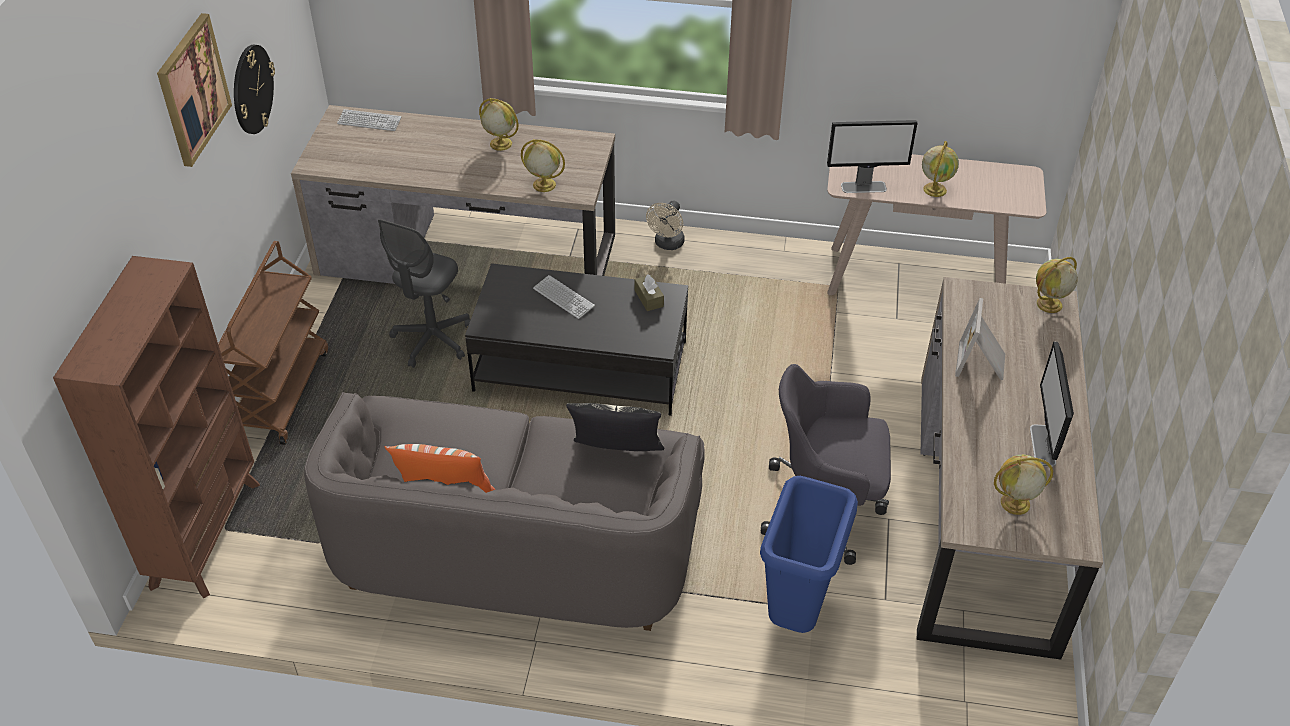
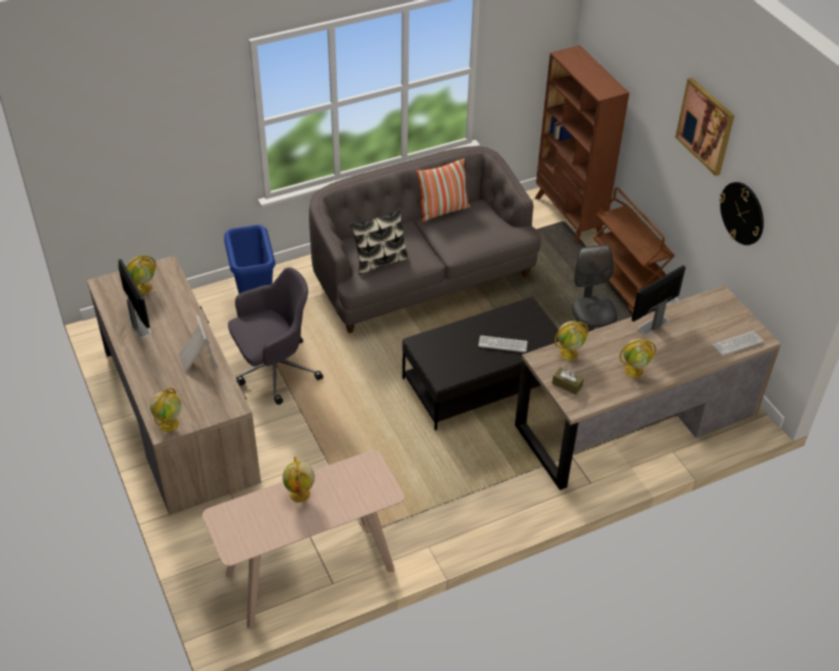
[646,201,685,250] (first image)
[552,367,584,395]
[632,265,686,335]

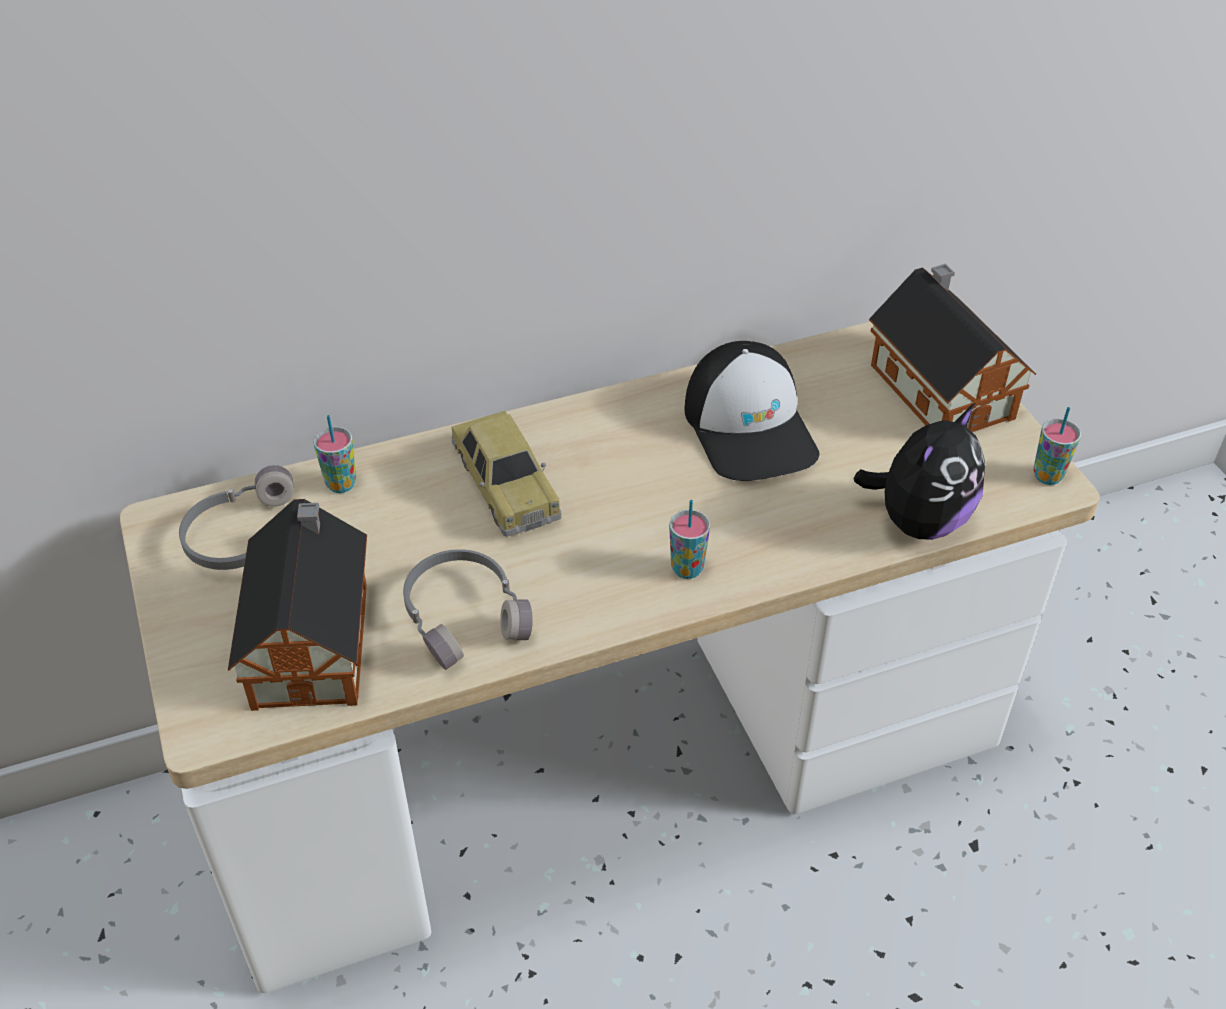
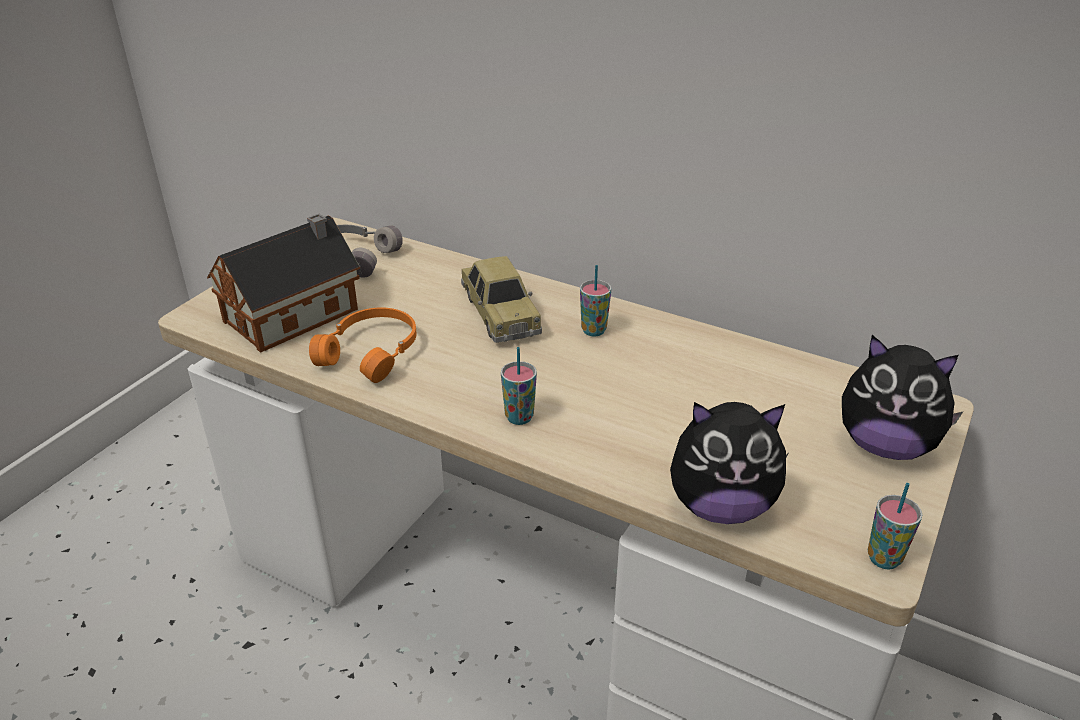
[684,341,820,481] (first image)
[580,265,611,336]
[842,335,963,460]
[309,308,417,383]
[461,256,542,343]

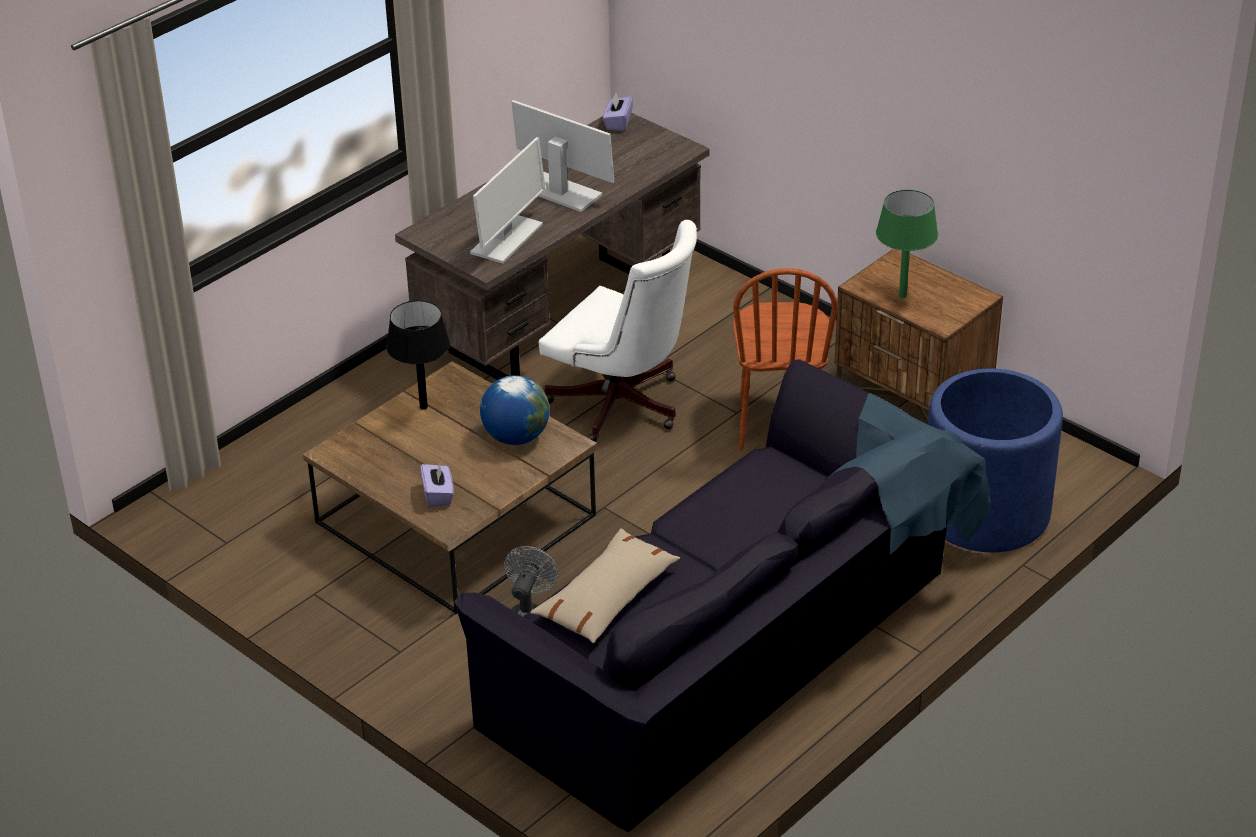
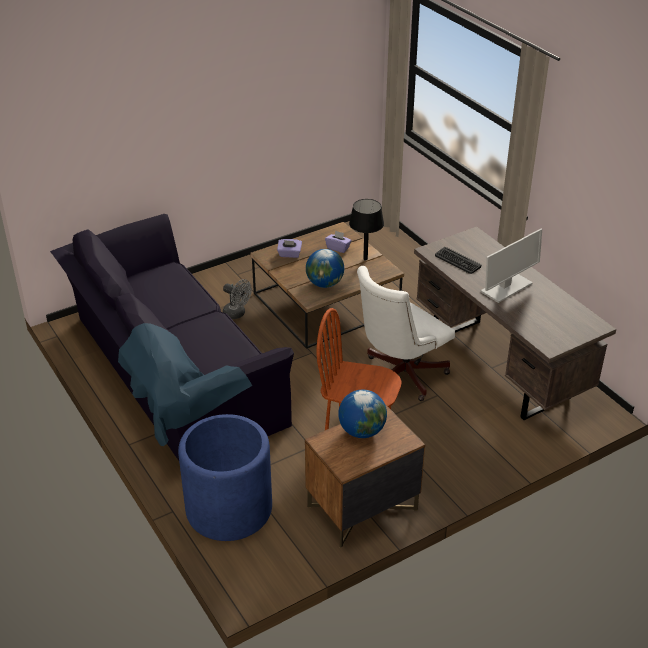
[530,528,680,643] (first image)
[325,230,352,253]
[435,247,481,274]
[338,390,387,438]

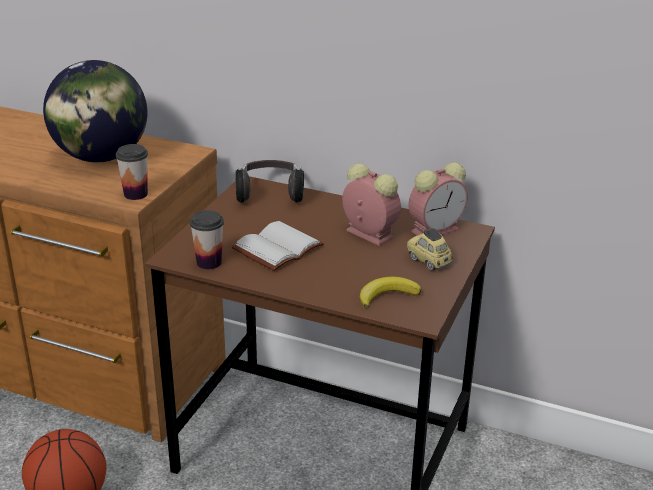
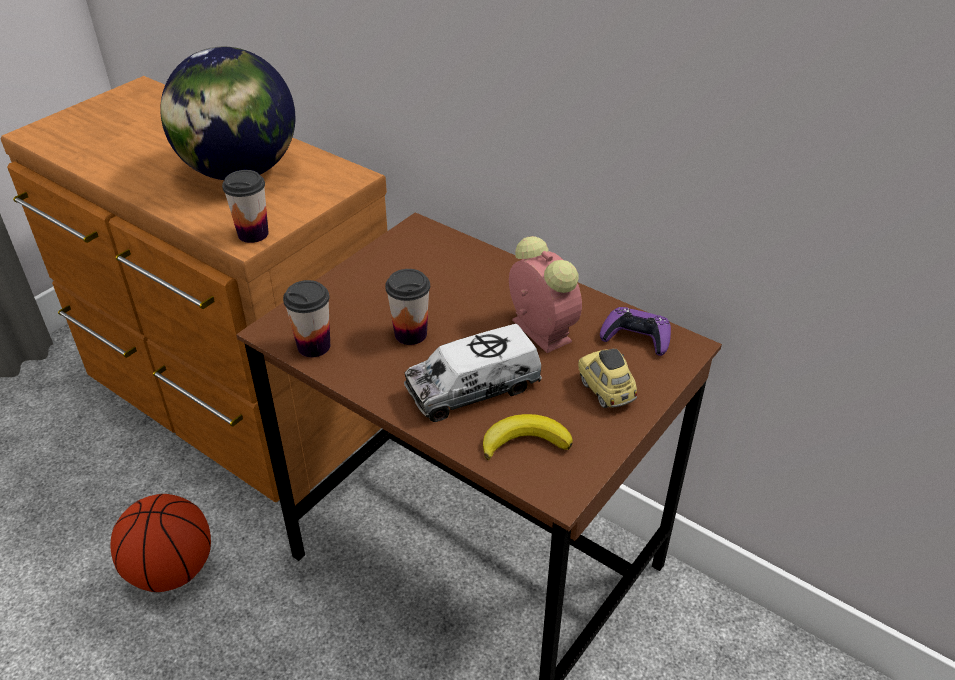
[235,160,304,202] (first image)
[404,324,542,422]
[385,269,430,345]
[600,307,671,356]

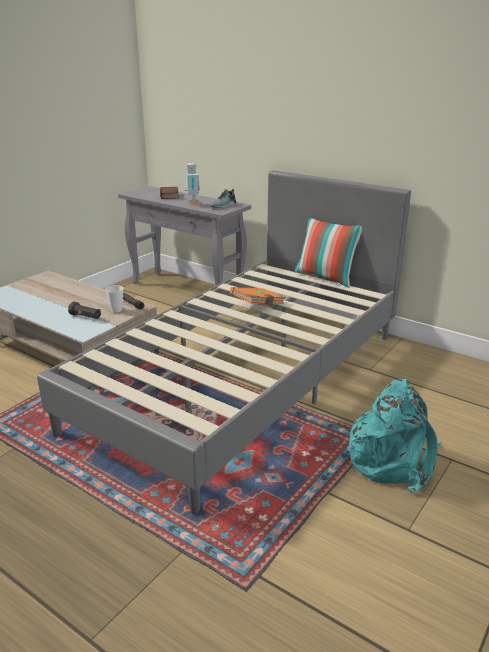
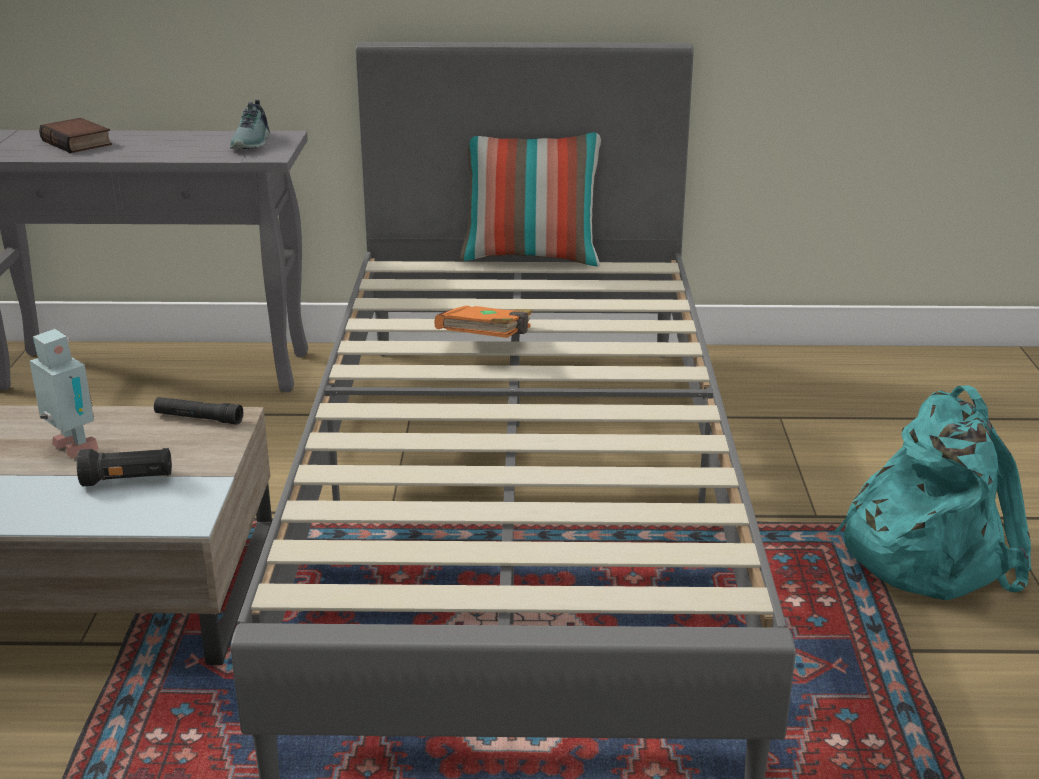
[105,285,123,313] (first image)
[29,329,99,458]

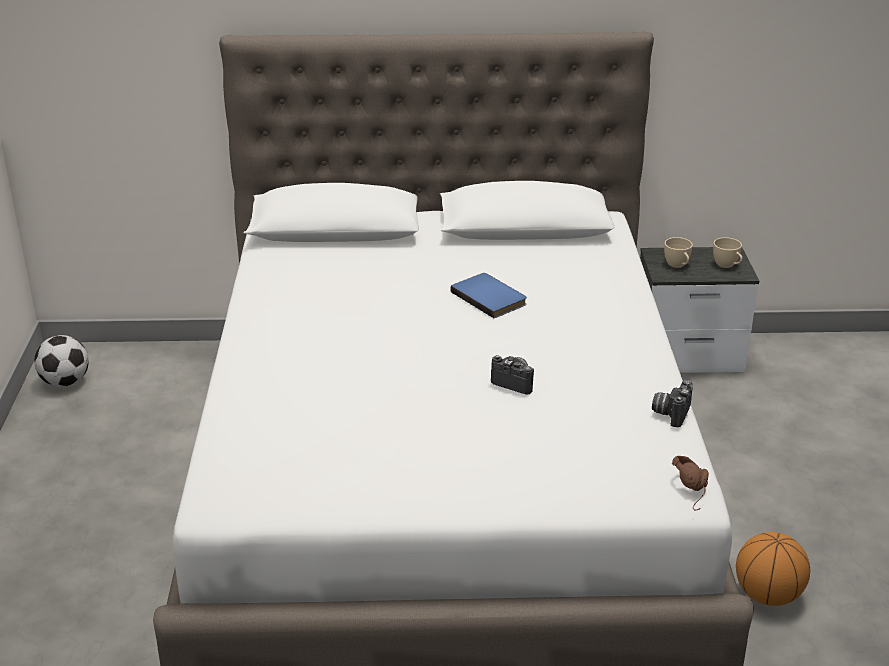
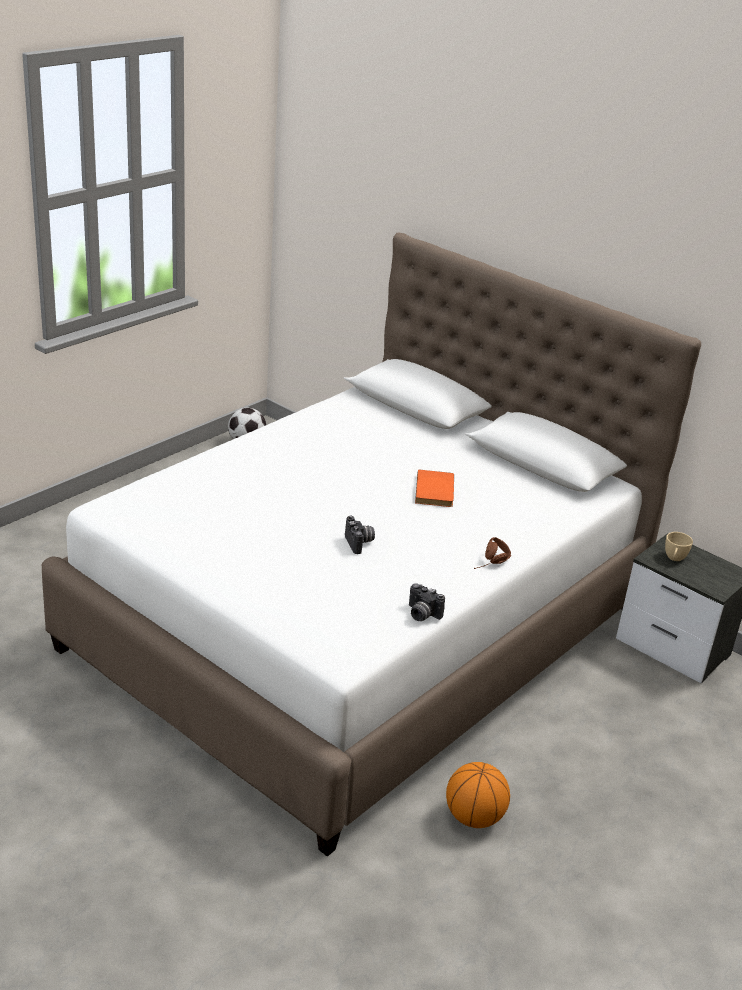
[713,237,742,268] (first image)
[474,537,511,569]
[415,470,454,507]
[409,583,445,621]

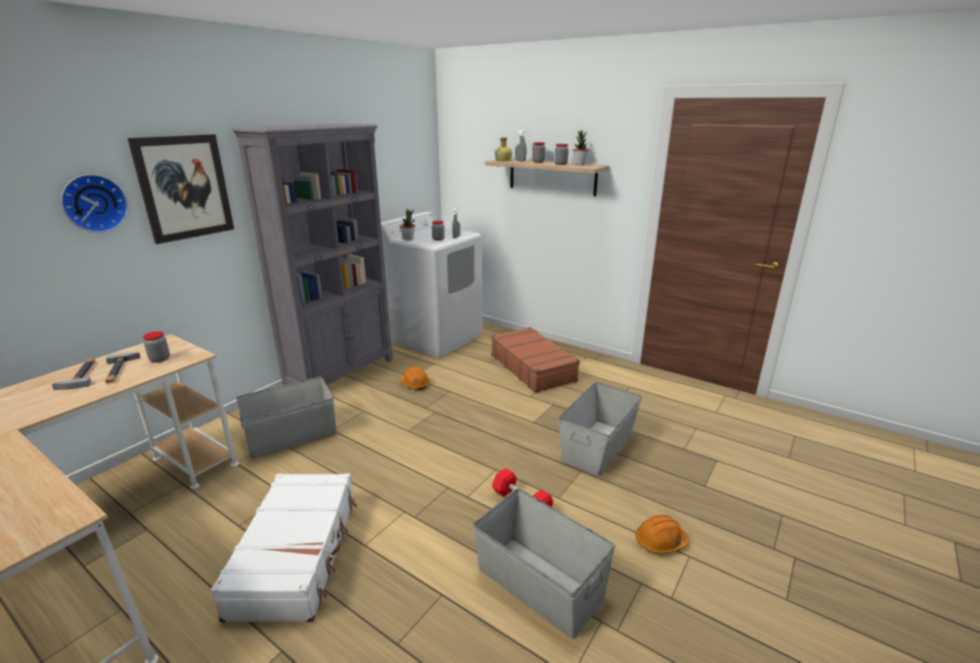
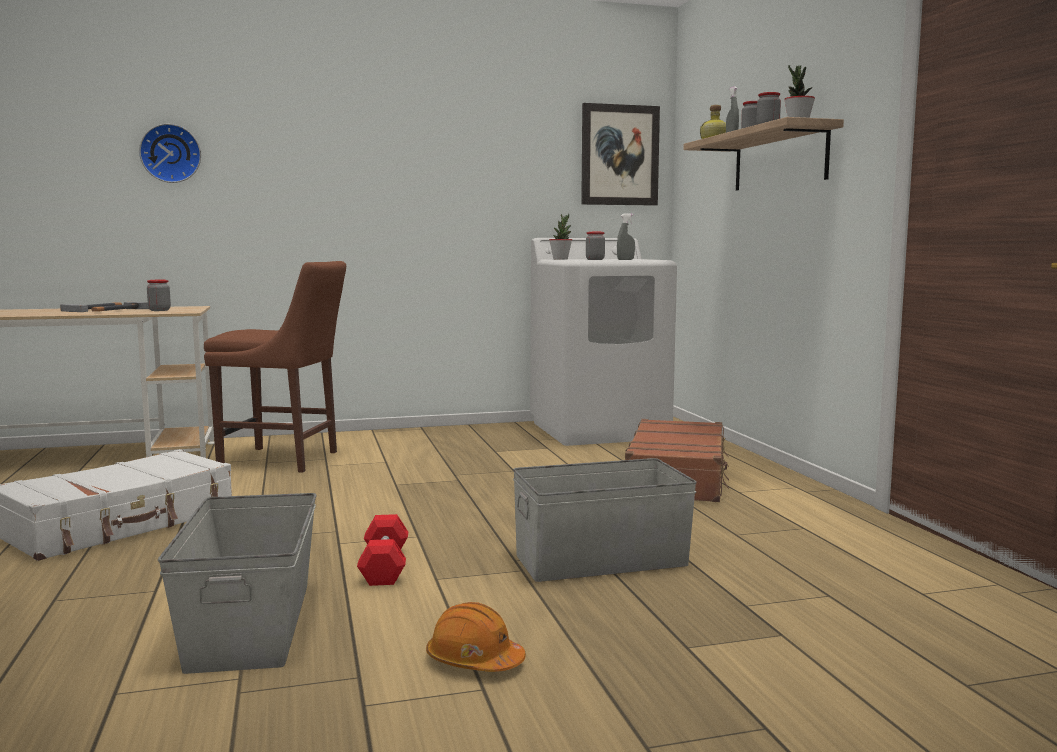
[232,123,393,385] (first image)
[400,366,430,390] (first image)
[581,103,660,206]
[204,261,346,473]

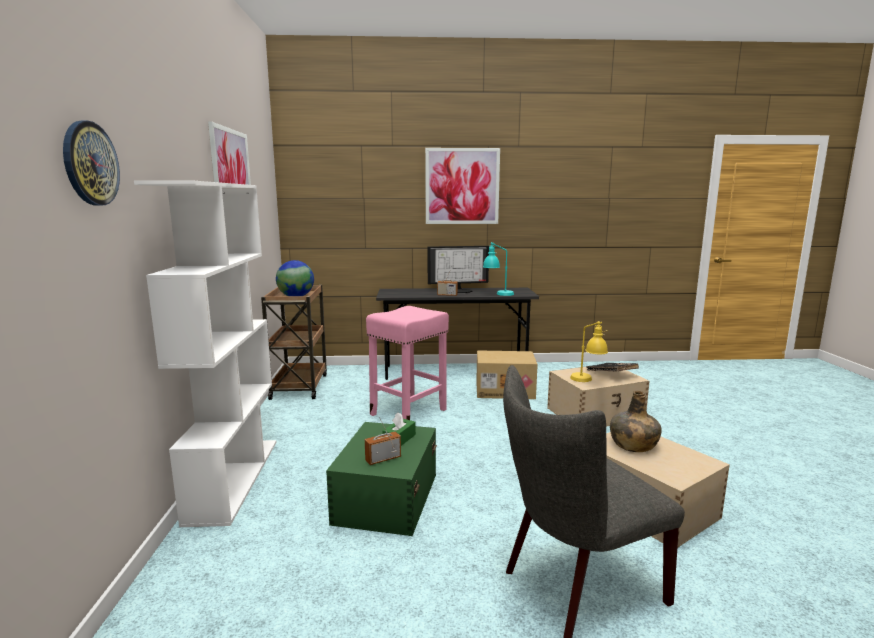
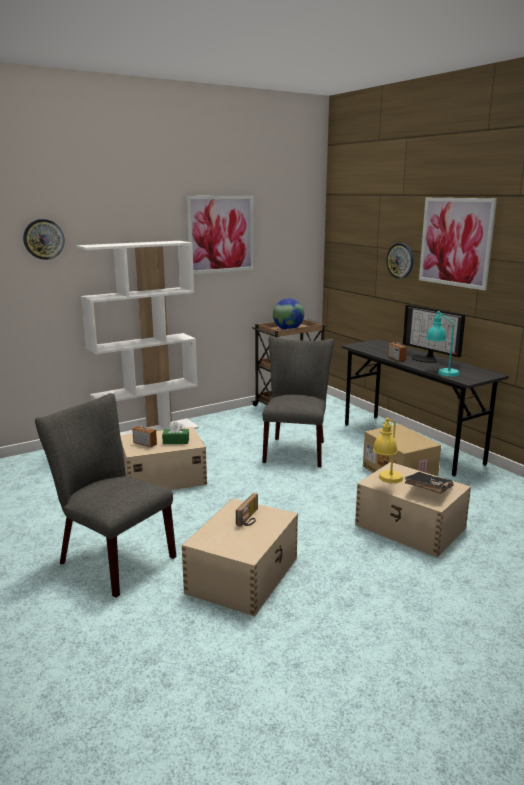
[386,243,413,279]
[262,336,334,467]
[236,493,258,527]
[120,427,207,490]

